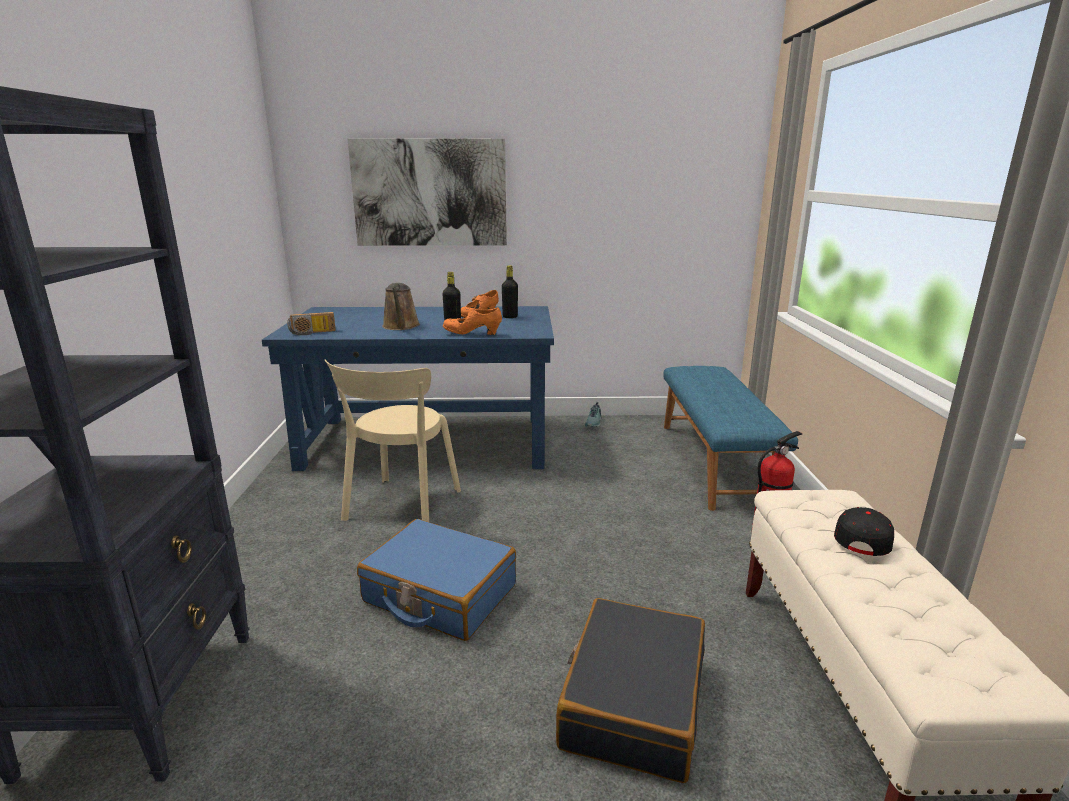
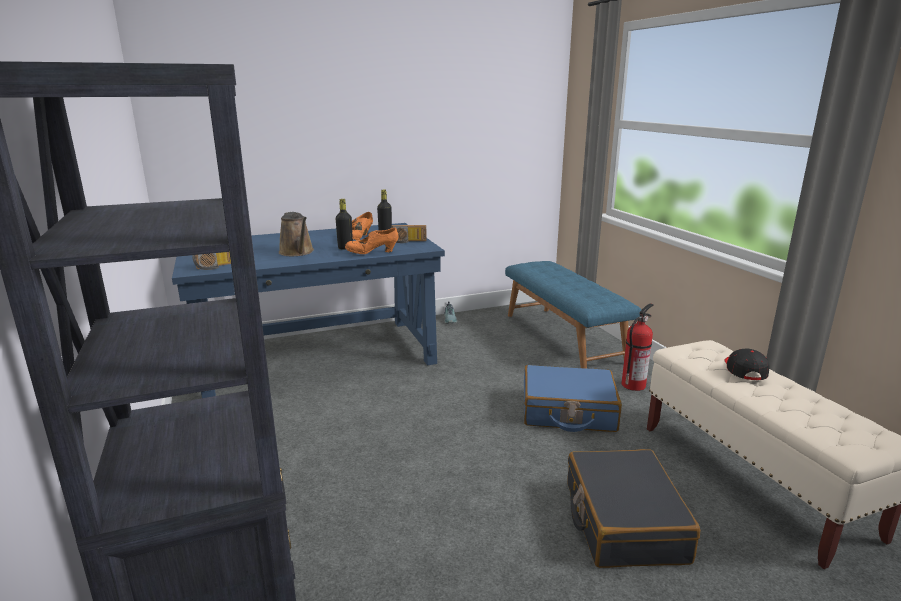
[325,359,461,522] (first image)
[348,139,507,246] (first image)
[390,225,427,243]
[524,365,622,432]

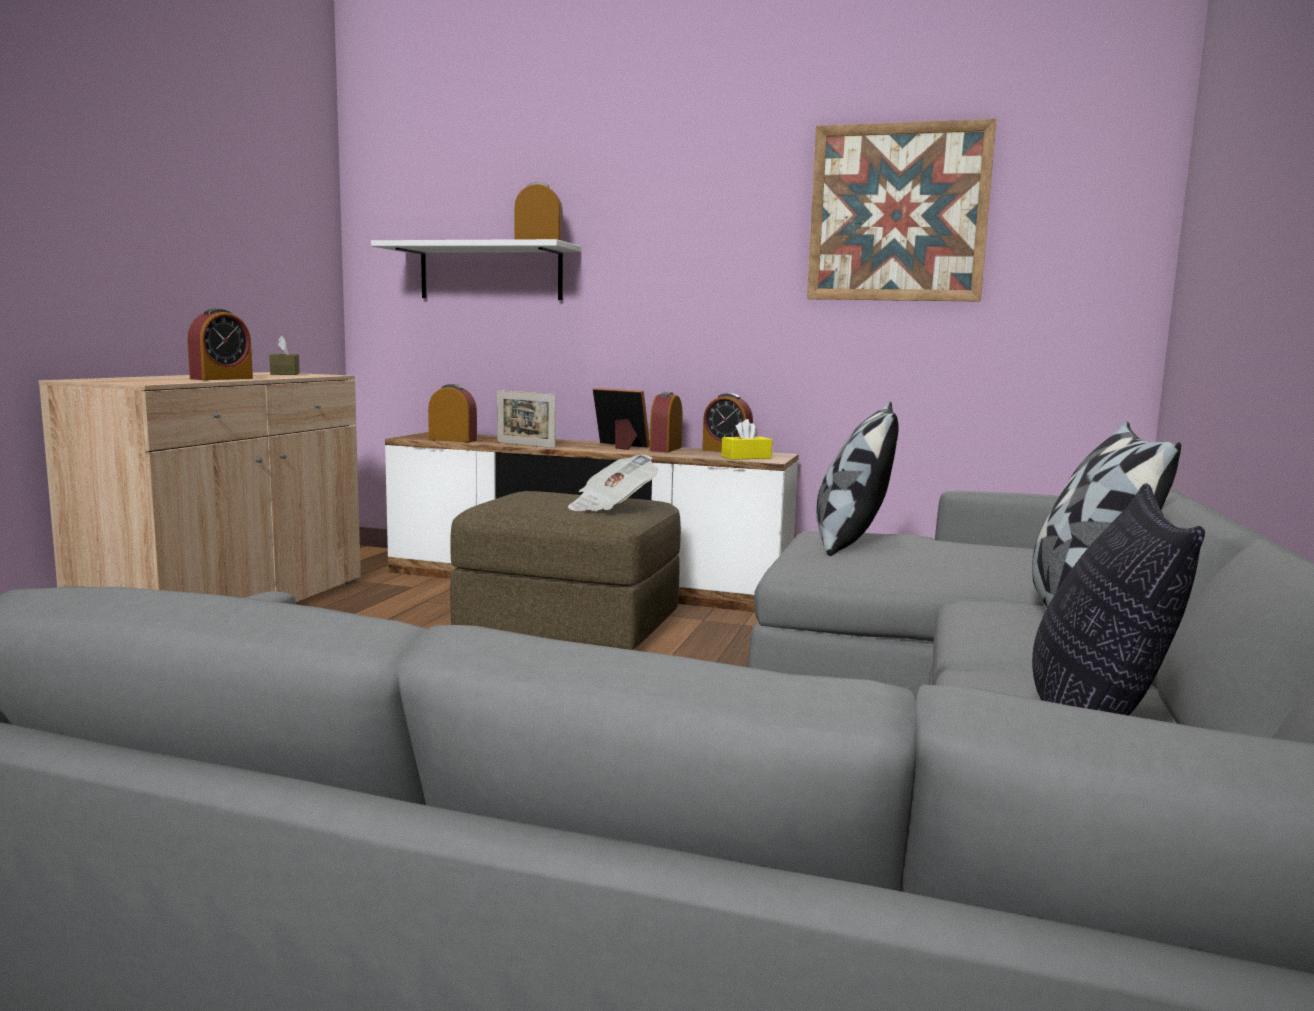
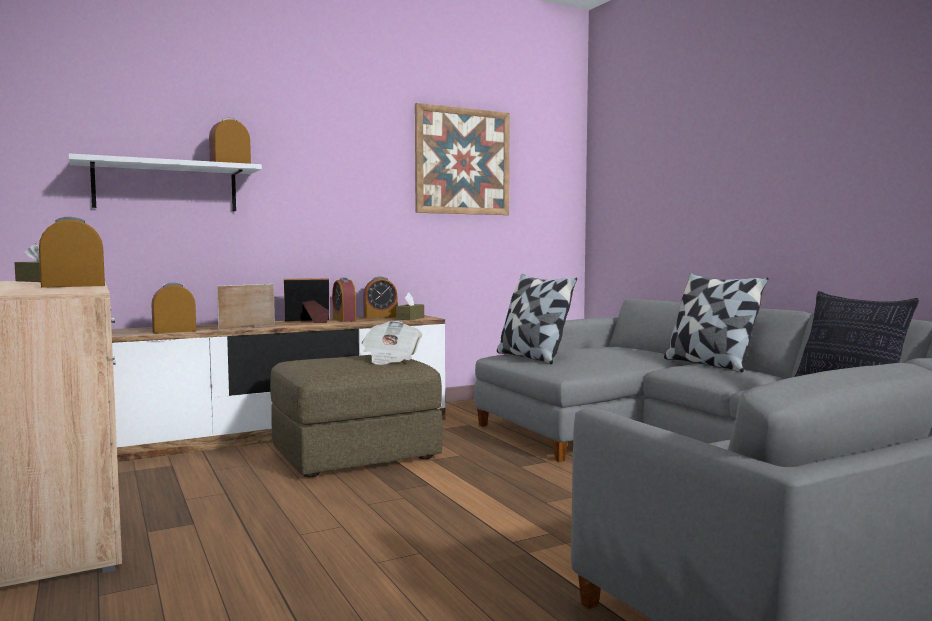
[396,293,424,320]
[39,217,105,288]
[217,284,275,330]

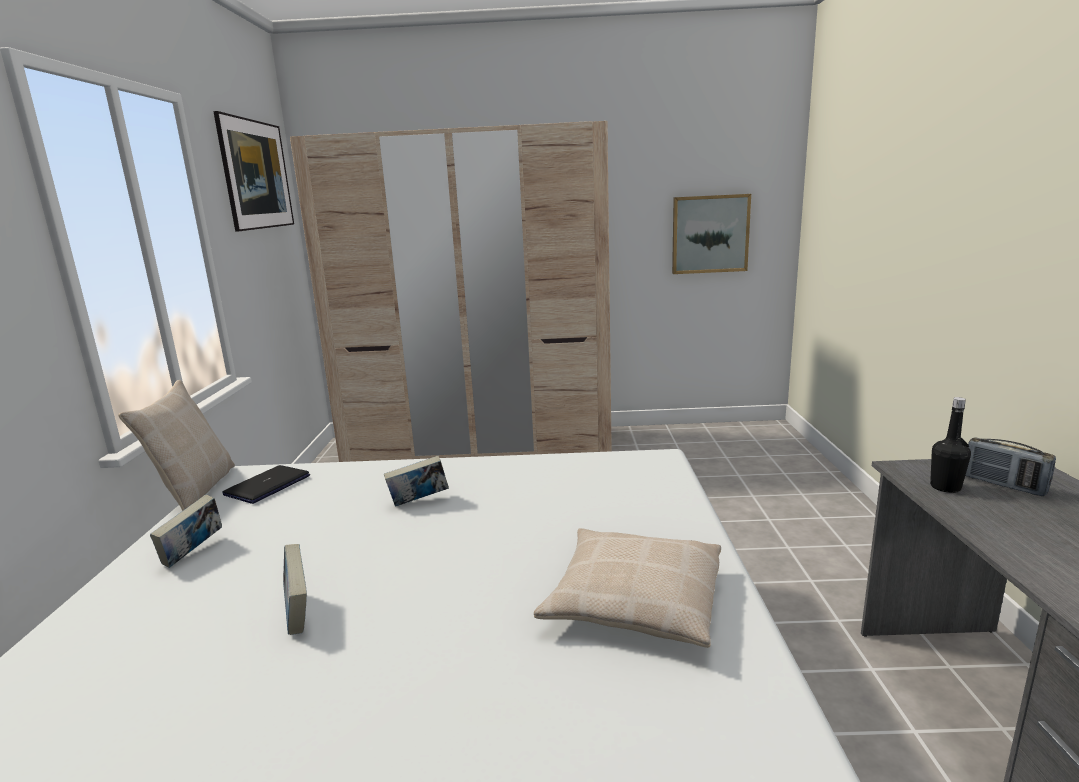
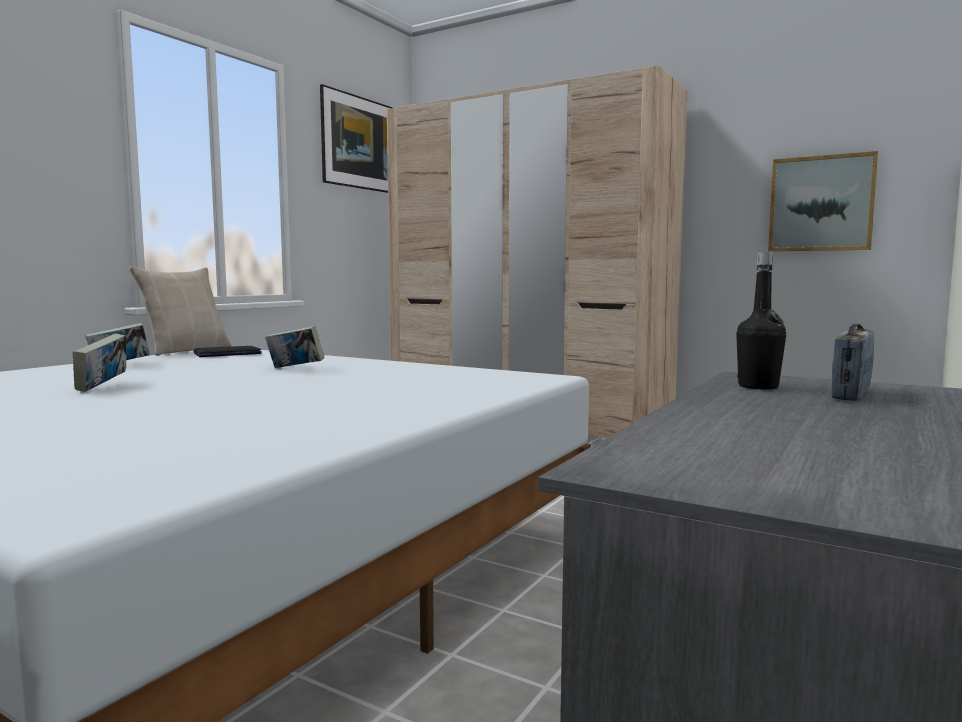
[534,528,721,648] (first image)
[832,324,874,401]

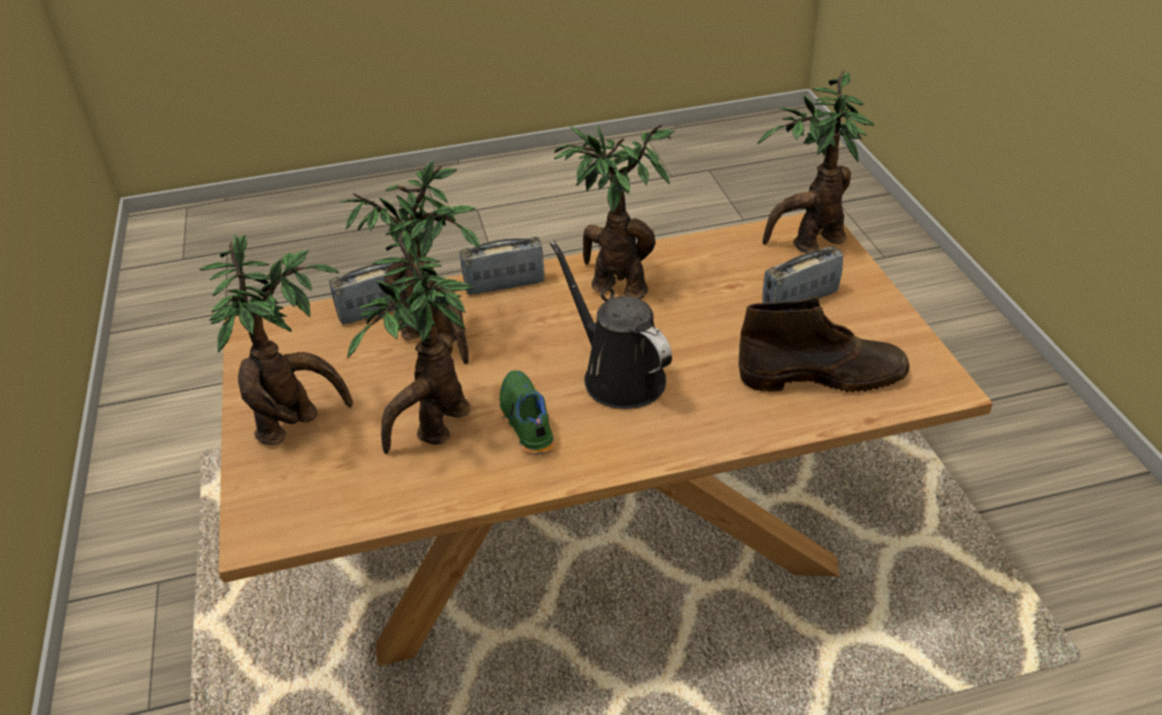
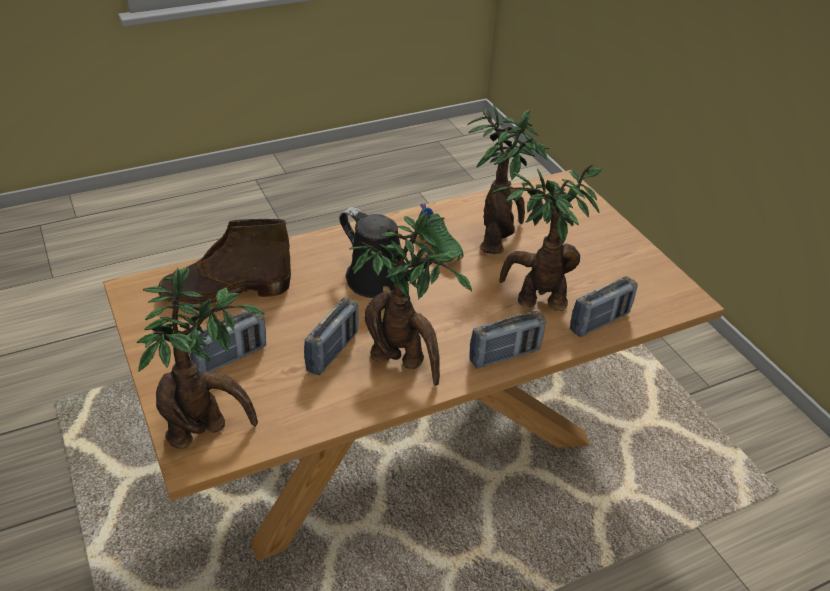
[199,235,353,445] (first image)
[304,297,359,376]

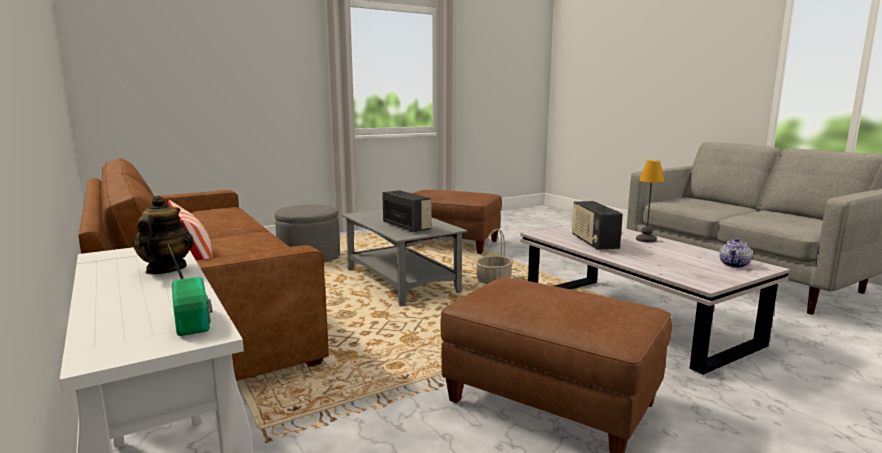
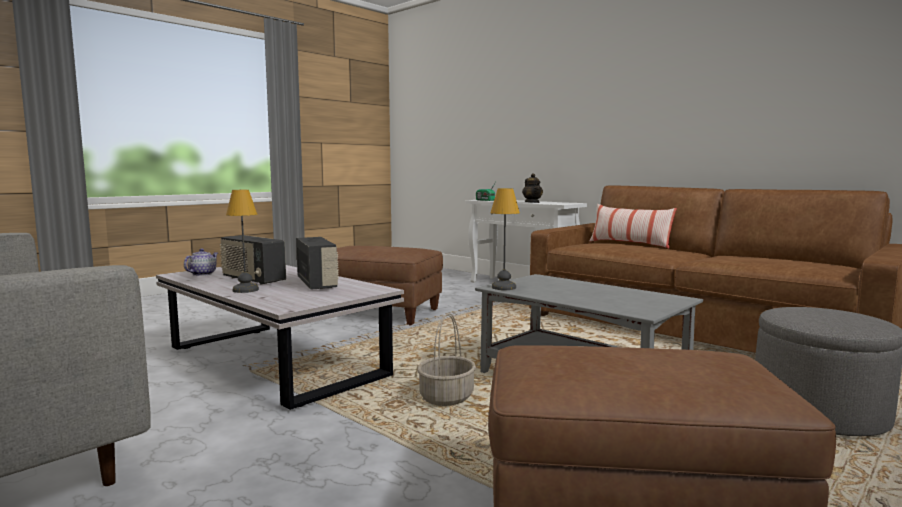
[491,188,520,290]
[220,235,286,285]

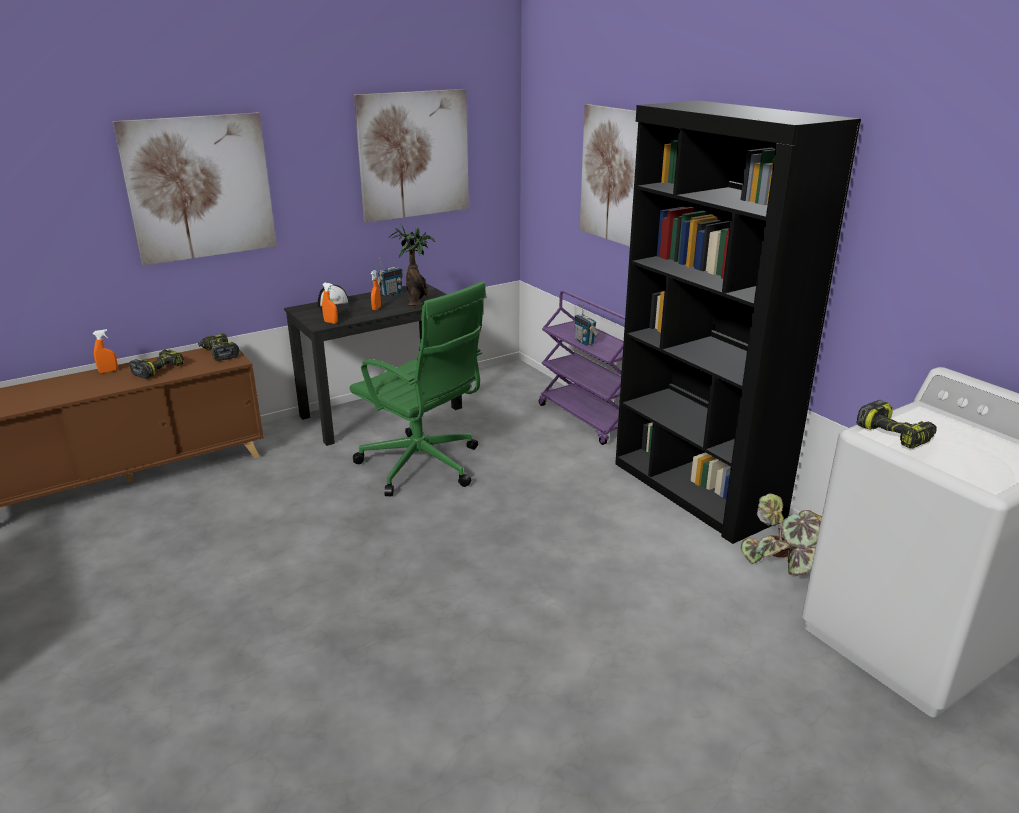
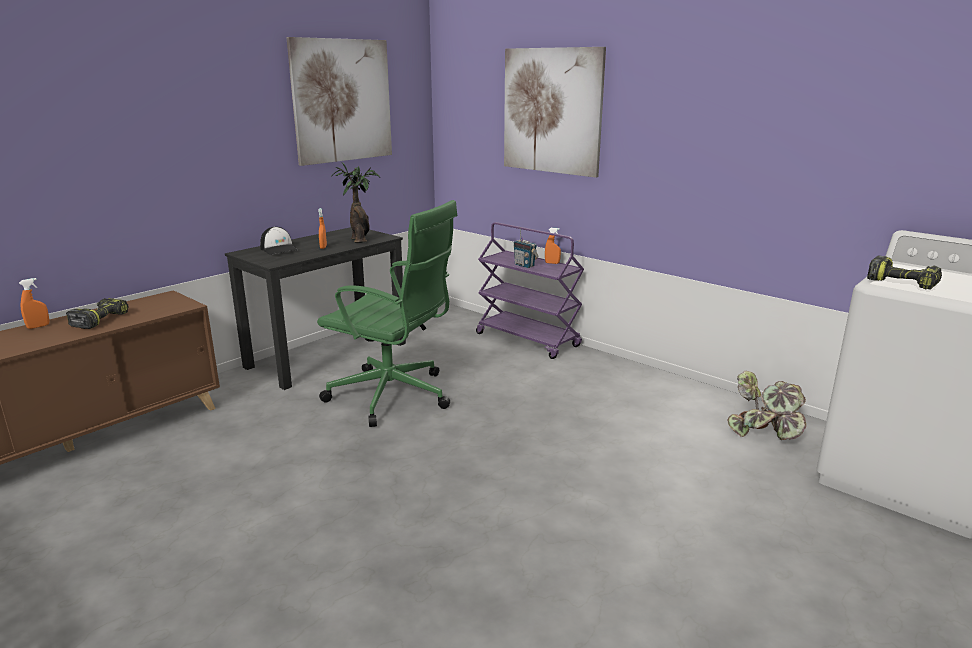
[113,113,277,266] (first image)
[198,334,239,361] (first image)
[378,258,403,296] (first image)
[615,101,861,544] (first image)
[545,228,561,264]

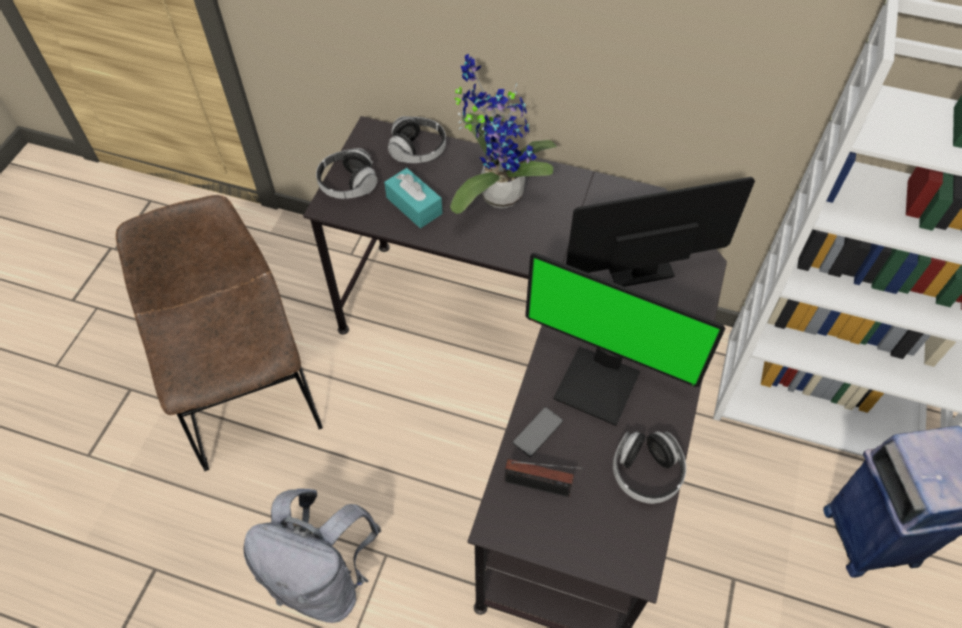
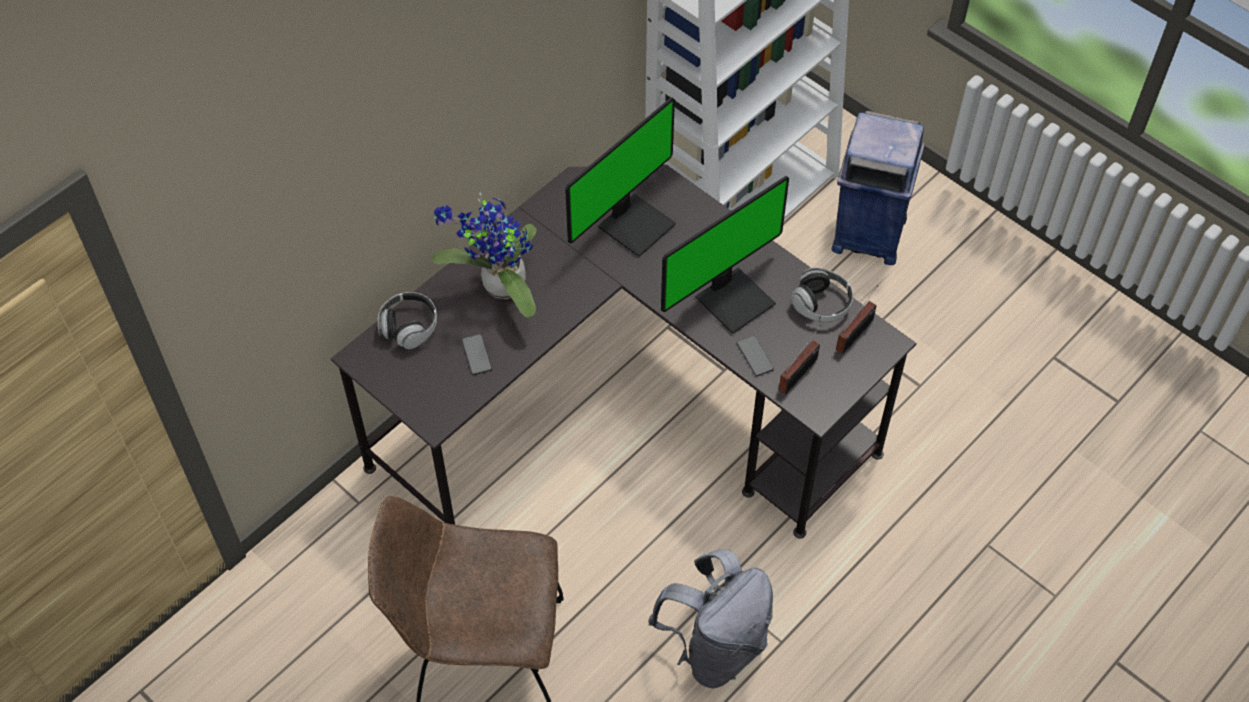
[316,148,378,199] (first image)
[836,285,878,354]
[462,334,492,375]
[565,97,676,257]

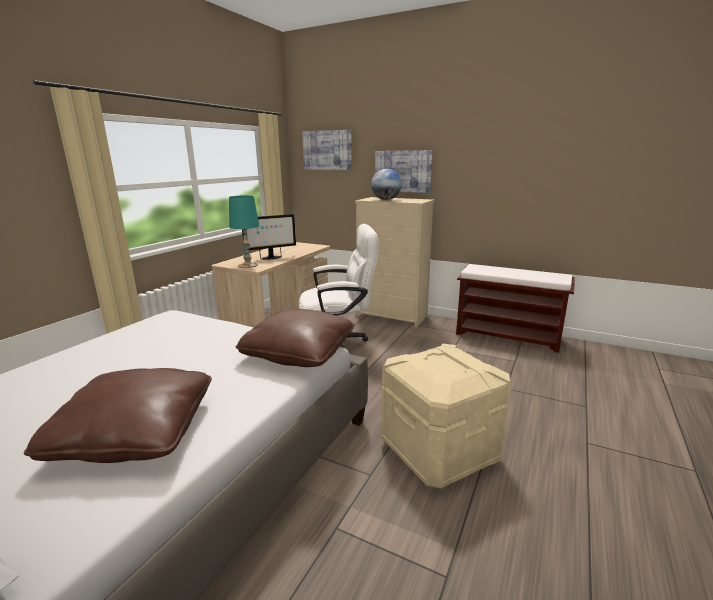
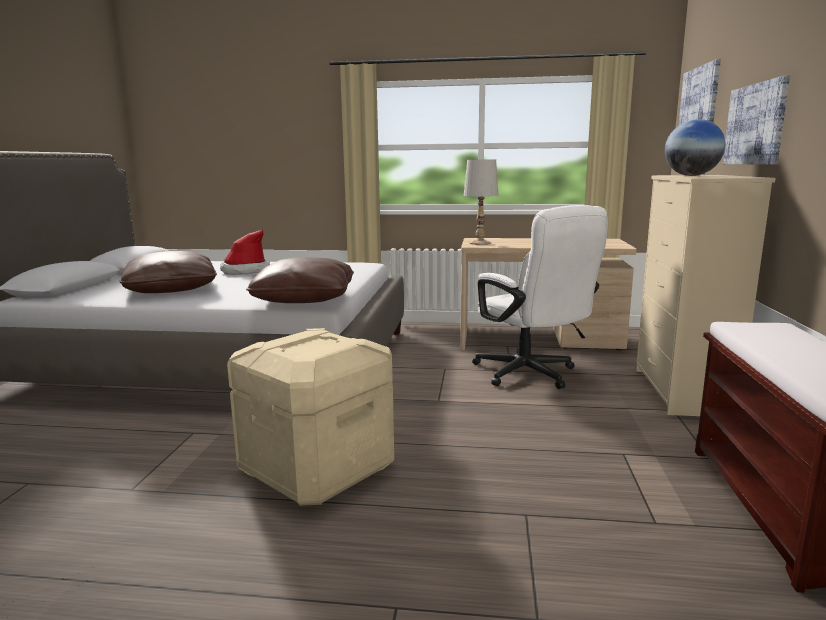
[242,214,296,260] (first image)
[220,230,270,275]
[464,159,498,245]

